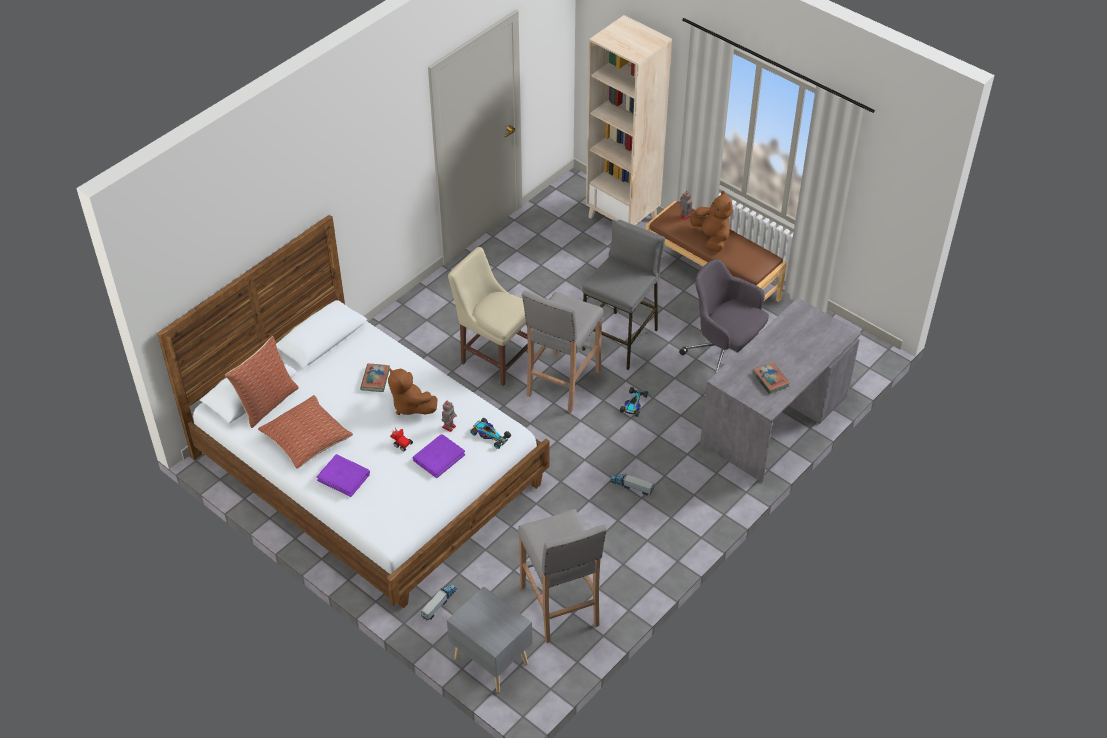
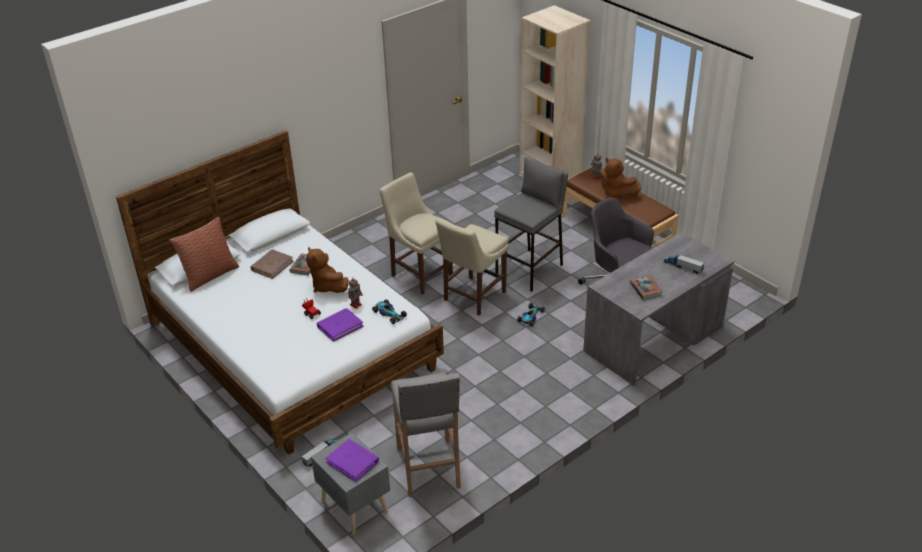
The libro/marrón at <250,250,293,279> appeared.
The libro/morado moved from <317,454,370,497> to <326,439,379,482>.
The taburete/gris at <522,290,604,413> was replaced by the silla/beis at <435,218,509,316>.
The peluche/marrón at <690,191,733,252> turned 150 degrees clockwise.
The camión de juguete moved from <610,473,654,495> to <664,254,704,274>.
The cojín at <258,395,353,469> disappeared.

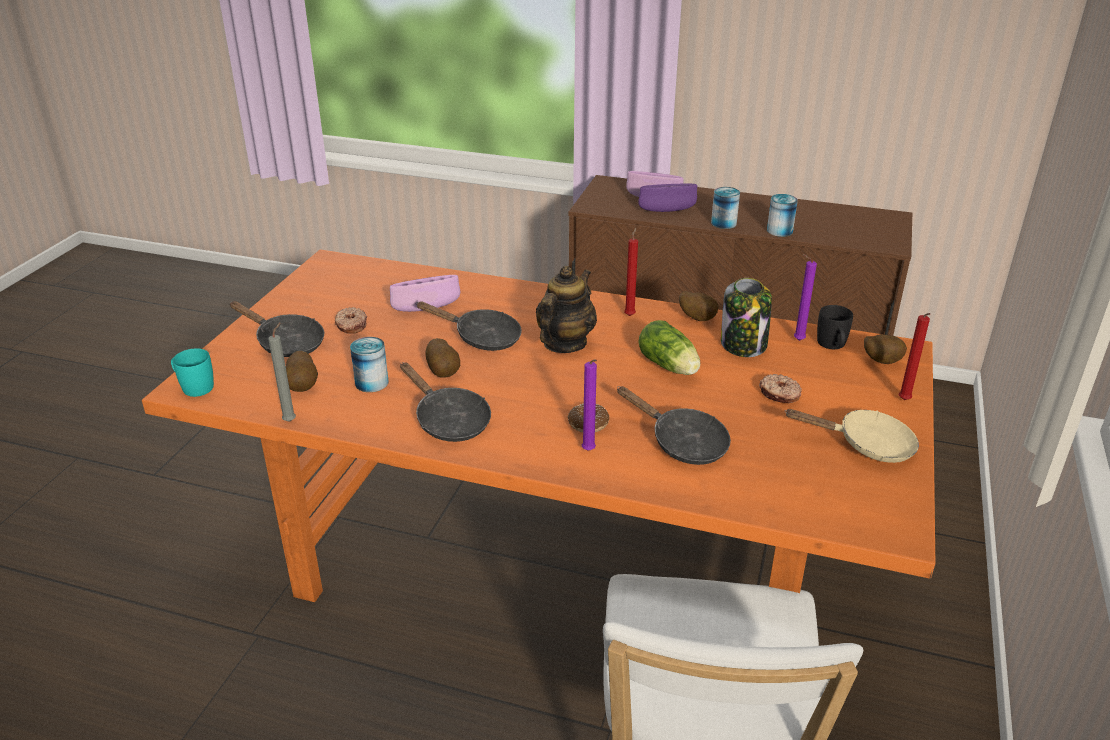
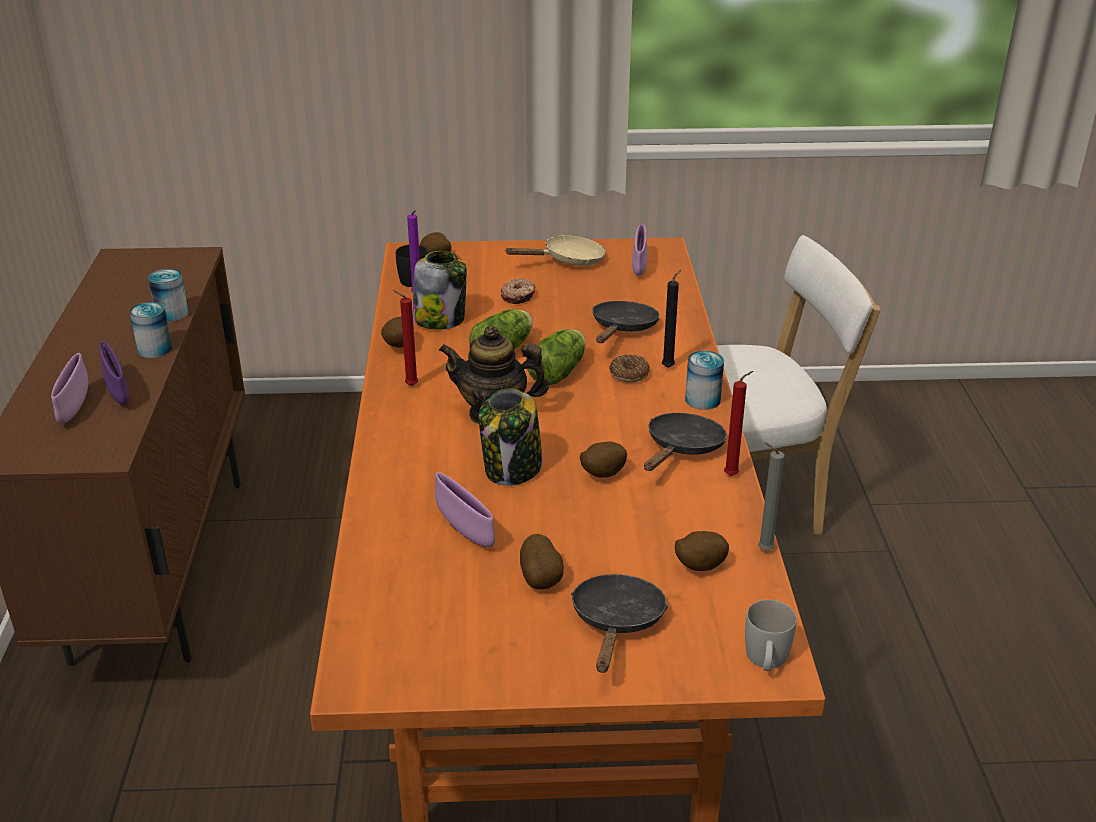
The sartén/negro at <416,301,522,351> was replaced by the tarro at <479,388,543,486>.
The sartén/beis at <785,409,919,463> turned 75 degrees clockwise.
The rosquilla at <335,307,367,334> was replaced by the patata at <520,534,564,589>.
The lechuga at <526,329,586,385> appeared.
The cuenco/morado at <632,224,648,276> appeared.
The vela/morado at <582,359,597,451> became the vela/negro at <662,270,681,368>.
The lata moved from <350,337,389,392> to <685,351,724,410>.
The vela/rojo moved from <899,313,930,400> to <724,371,753,476>.
The taza grande/turquesa at <171,348,214,397> became the taza grande/blanco at <745,600,797,671>.

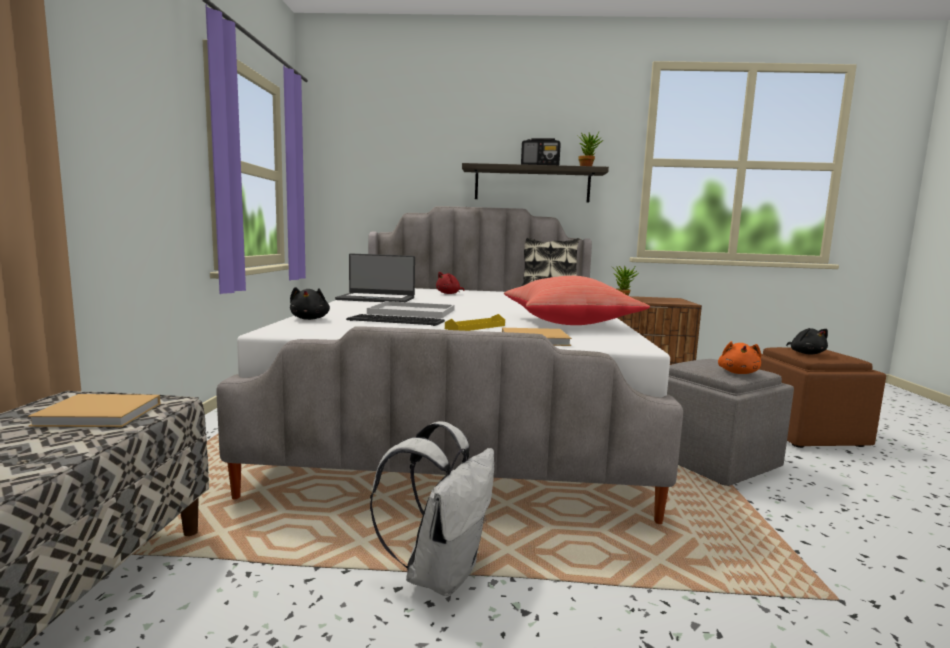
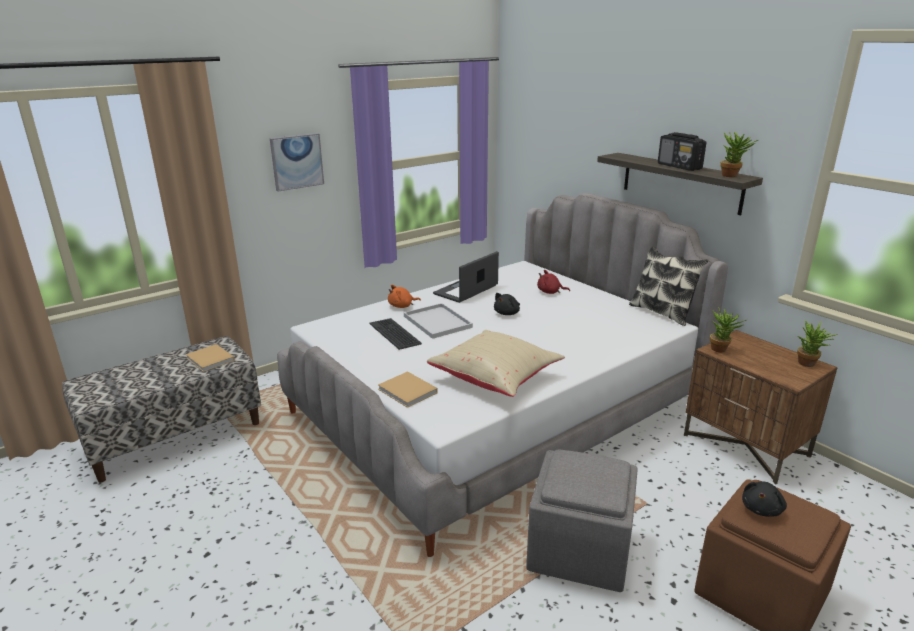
The cuadro at <270,133,324,191> appeared.
The peluche/naranja moved from <718,341,761,374> to <388,284,421,308>.
The cojín/rojo at <504,276,650,325> became the cojín/beis at <427,330,565,397>.
The portátil at <335,253,415,302> turned 75 degrees clockwise.
The peluche/negro moved from <290,287,330,320> to <494,293,520,315>.
The planta en maceta at <797,320,837,367> appeared.
The mochila/blanco at <370,421,494,596> disappeared.
The bandeja/amarillo at <445,314,505,331> disappeared.

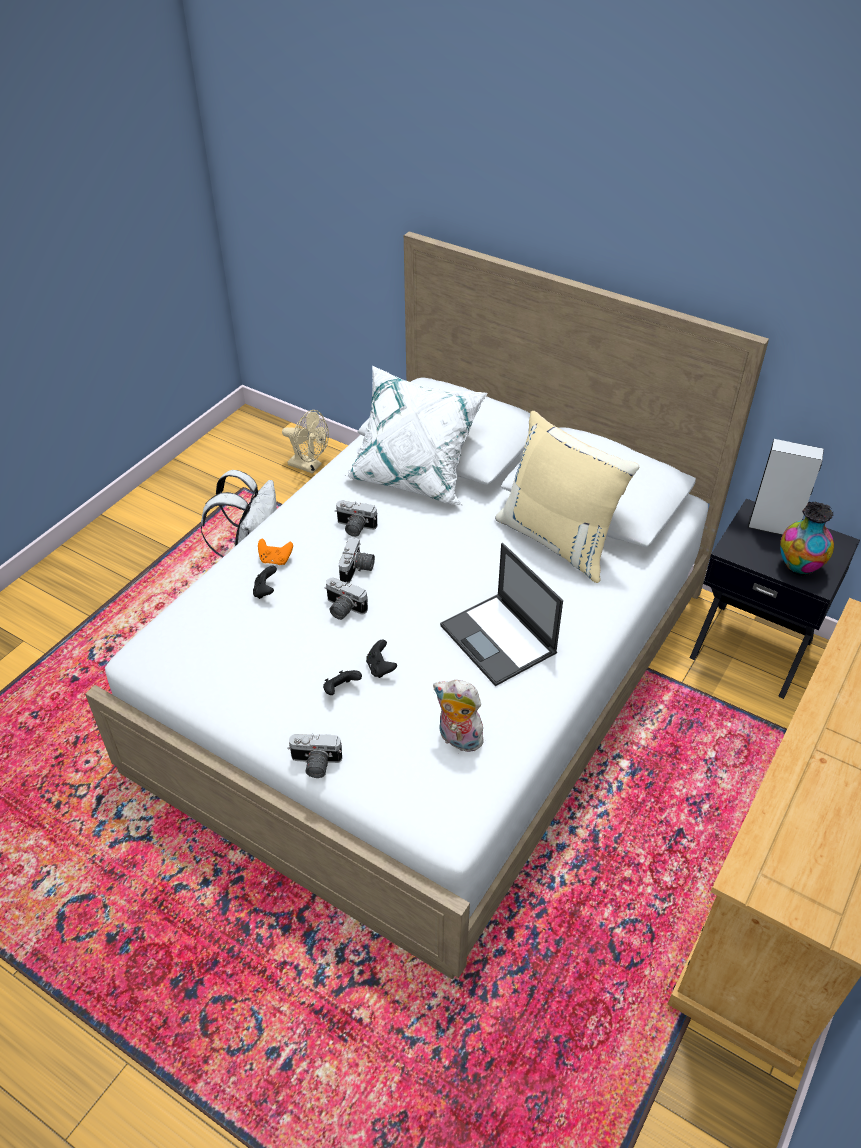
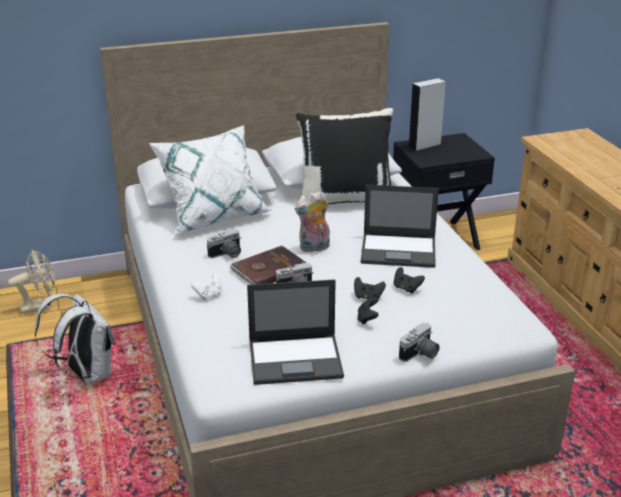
The mando de consola/naranja at <258,538,293,565> became the mando de consola/blanco at <191,273,222,300>.
The cámara at <339,537,375,583> was replaced by the libro/marrón at <230,246,307,285>.
The portátil at <247,279,344,385> appeared.
The peluche moved from <433,680,484,752> to <295,191,330,252>.
The cojín/beis at <495,411,639,583> became the cojín/negro at <296,108,393,205>.
The mando de consola/negro moved from <253,566,277,599> to <394,267,425,294>.
The florero at <780,502,834,576> disappeared.

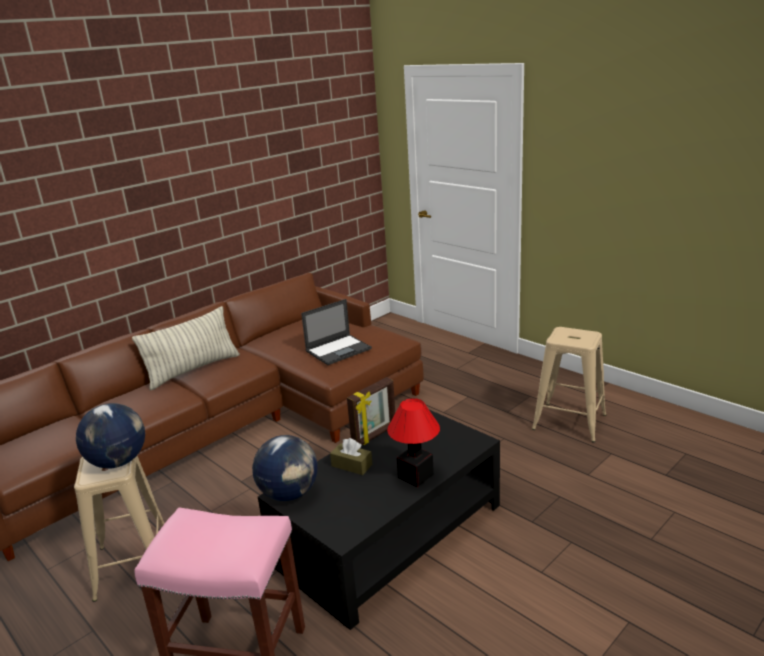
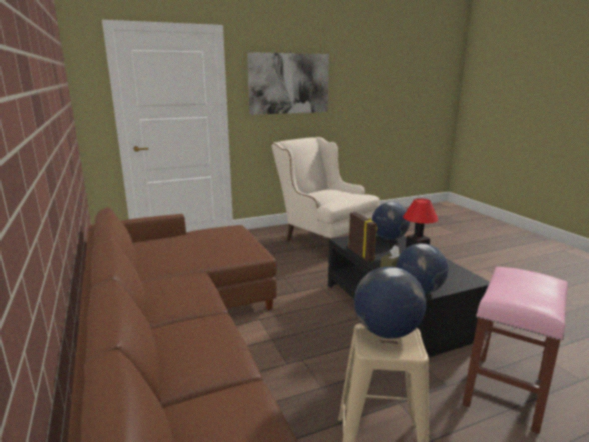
The cuadro at <247,52,329,115> appeared.
The taburete/beis at <532,327,606,442> was replaced by the sillón/beis at <271,137,380,256>.
The globo terráqueo at <372,202,410,240> appeared.
The cojín at <132,306,240,390> disappeared.
The portátil at <301,299,372,365> disappeared.

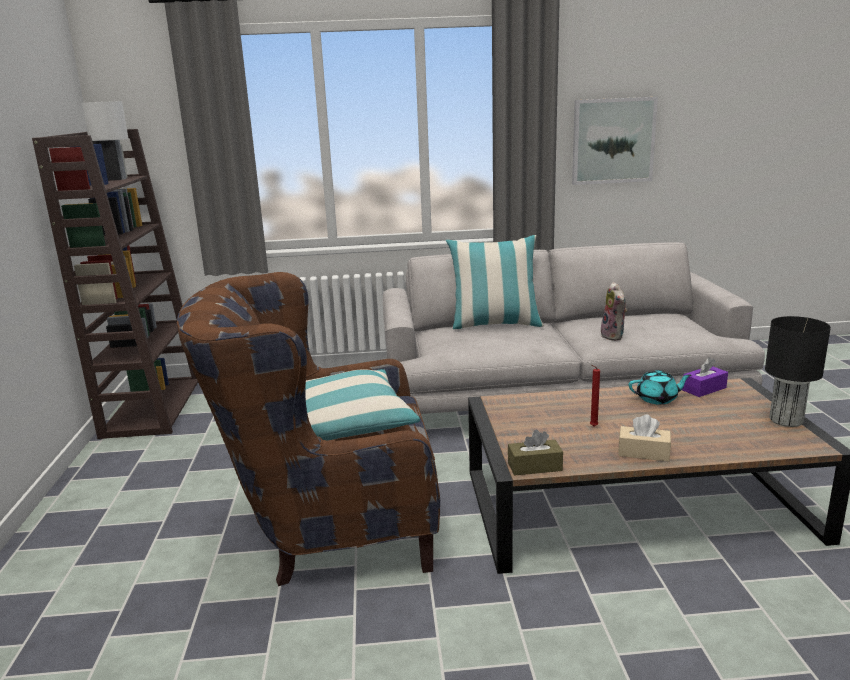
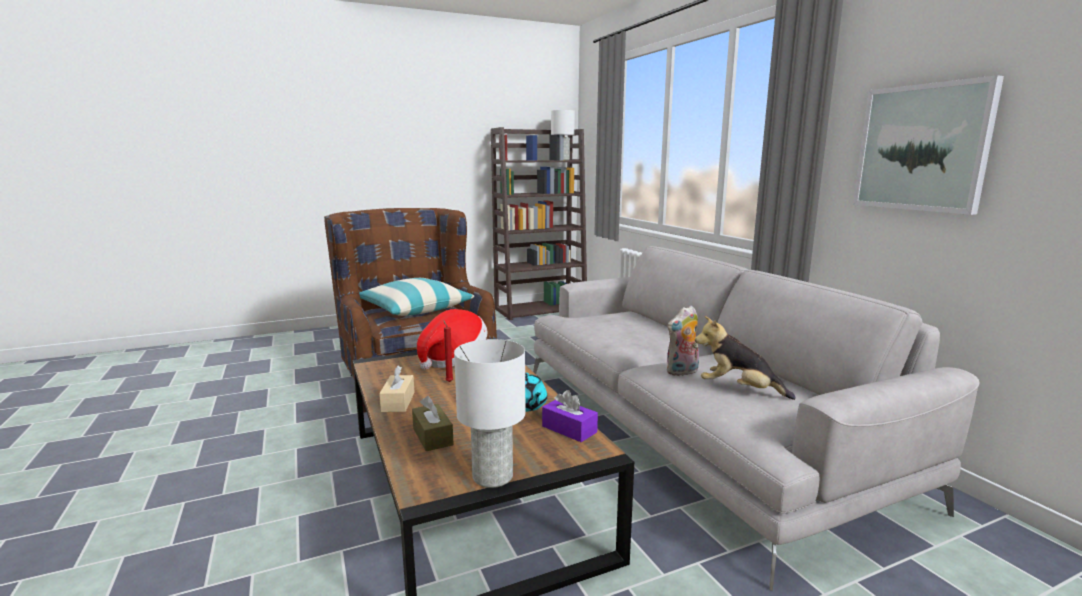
The caja de pañuelos/marrón moved from <508,430,563,476> to <412,396,454,451>.
The sombrero at <417,309,488,370> appeared.
The lámpara de mesa/negro at <765,316,831,427> became the lámpara de mesa/blanco at <454,339,525,488>.
The peluche at <695,316,796,400> appeared.
The cojín at <446,235,544,329> disappeared.

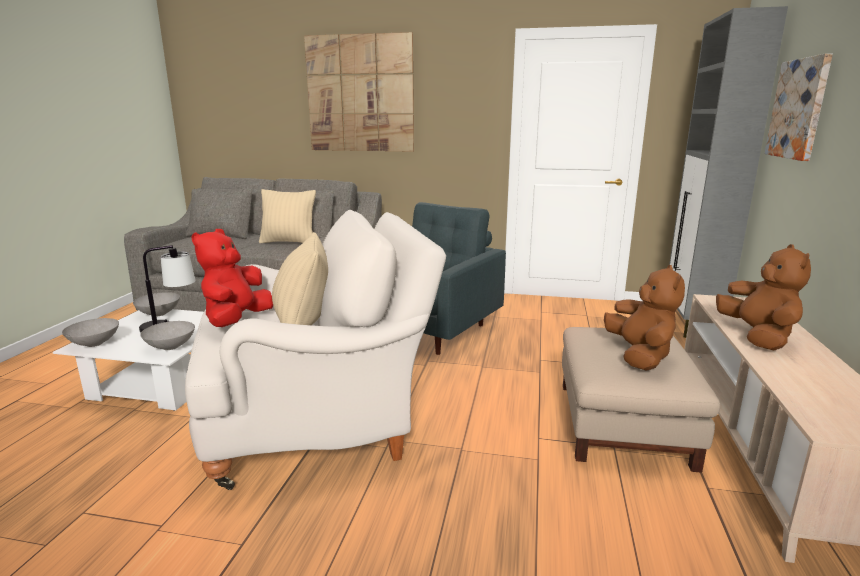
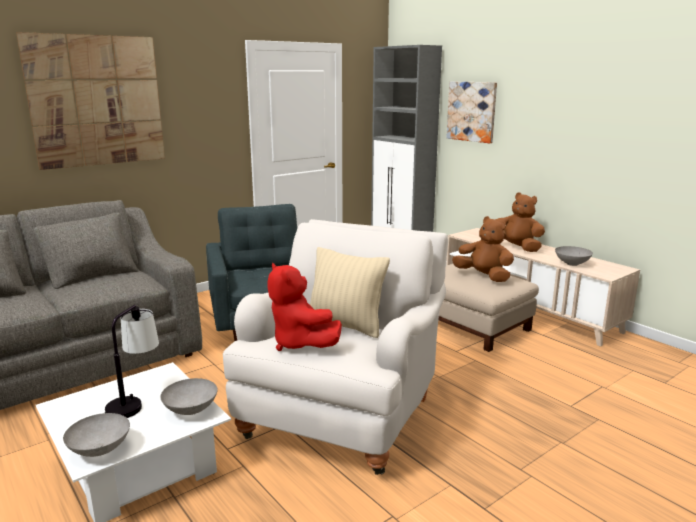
The cuenco/gris moved from <133,292,180,317> to <555,246,593,266>.
The cojín/beis at <259,189,316,243> disappeared.

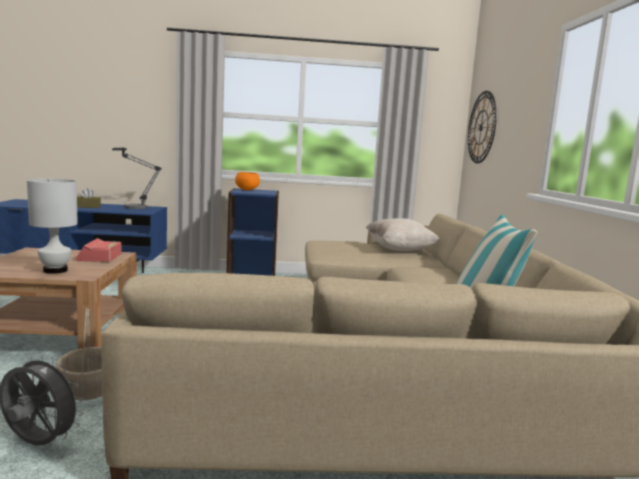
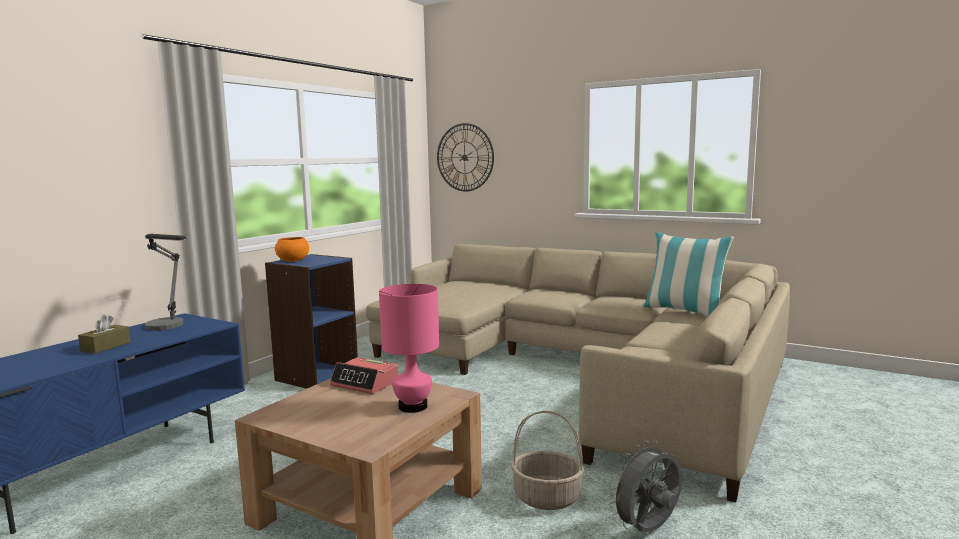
The lámpara de mesa/blanco at <27,179,78,274> became the lámpara de mesa/rosa at <379,284,439,413>.
The cojín/beis at <366,218,440,251> disappeared.

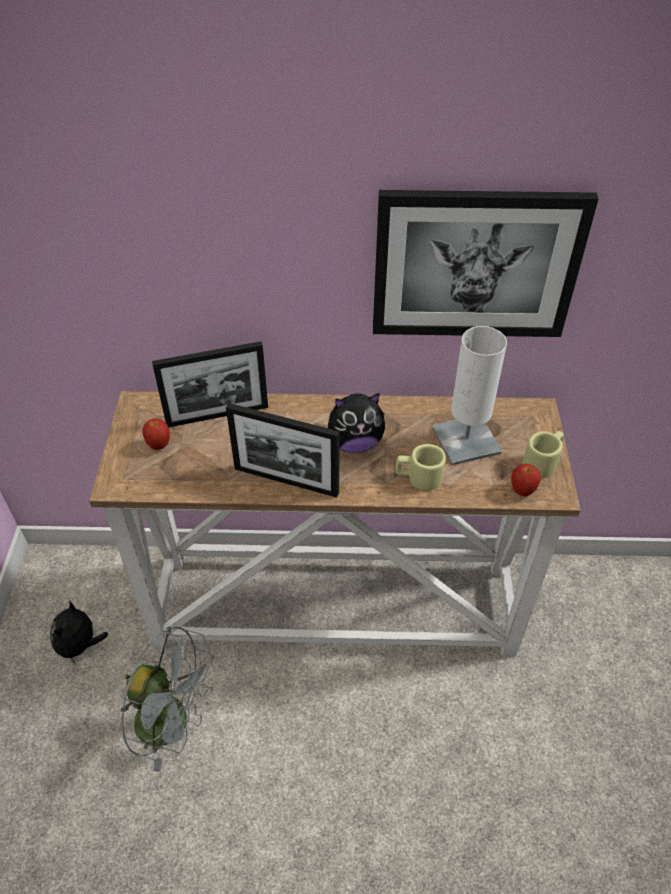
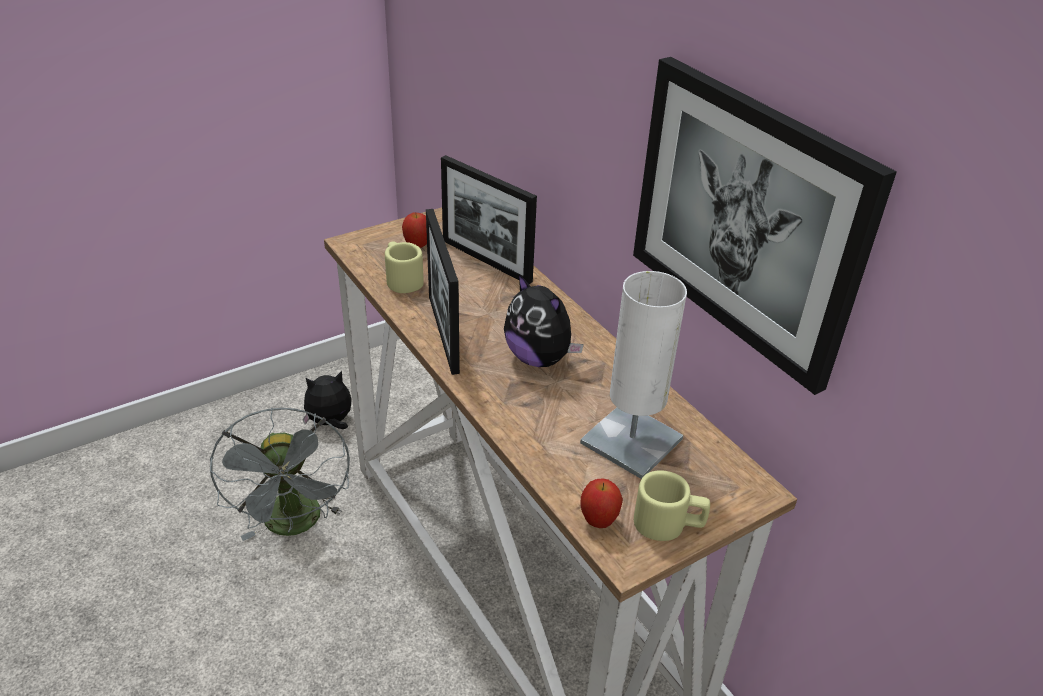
The taza grande/beis moved from <396,444,446,490> to <385,241,424,293>.

